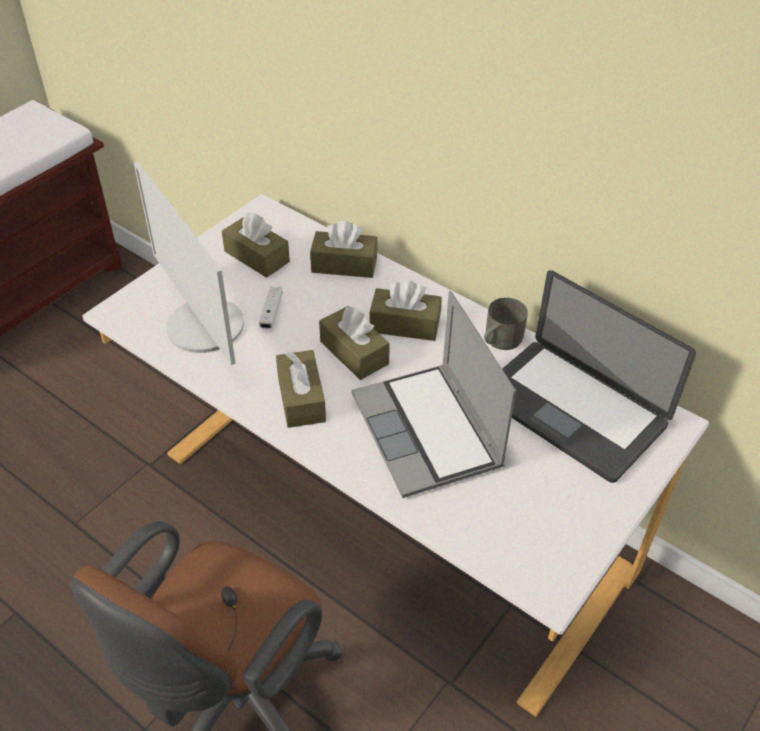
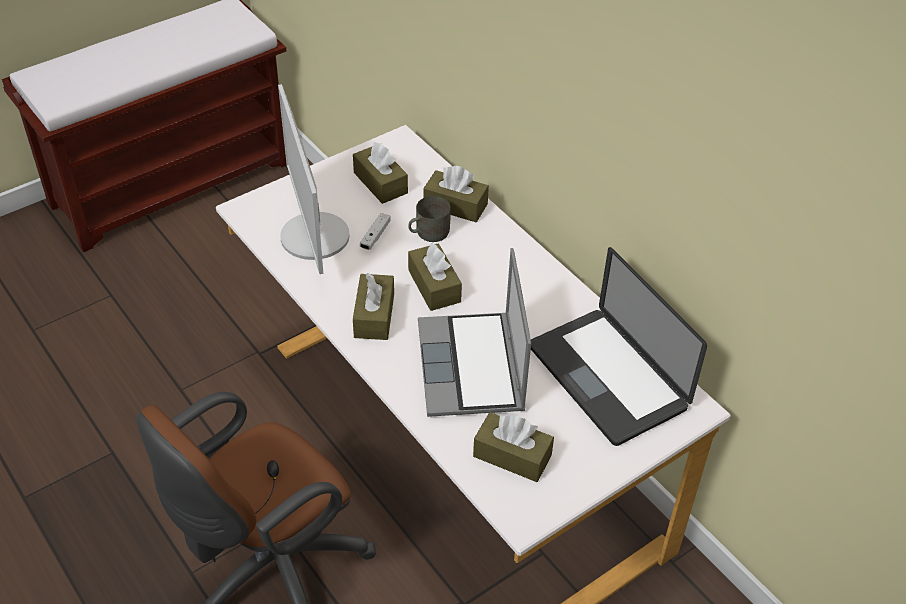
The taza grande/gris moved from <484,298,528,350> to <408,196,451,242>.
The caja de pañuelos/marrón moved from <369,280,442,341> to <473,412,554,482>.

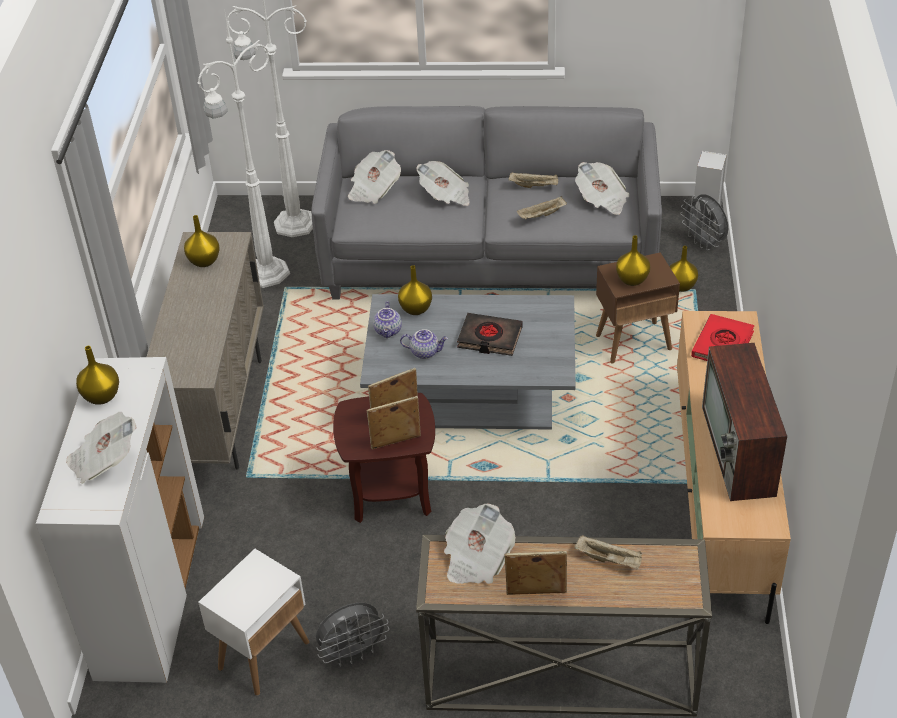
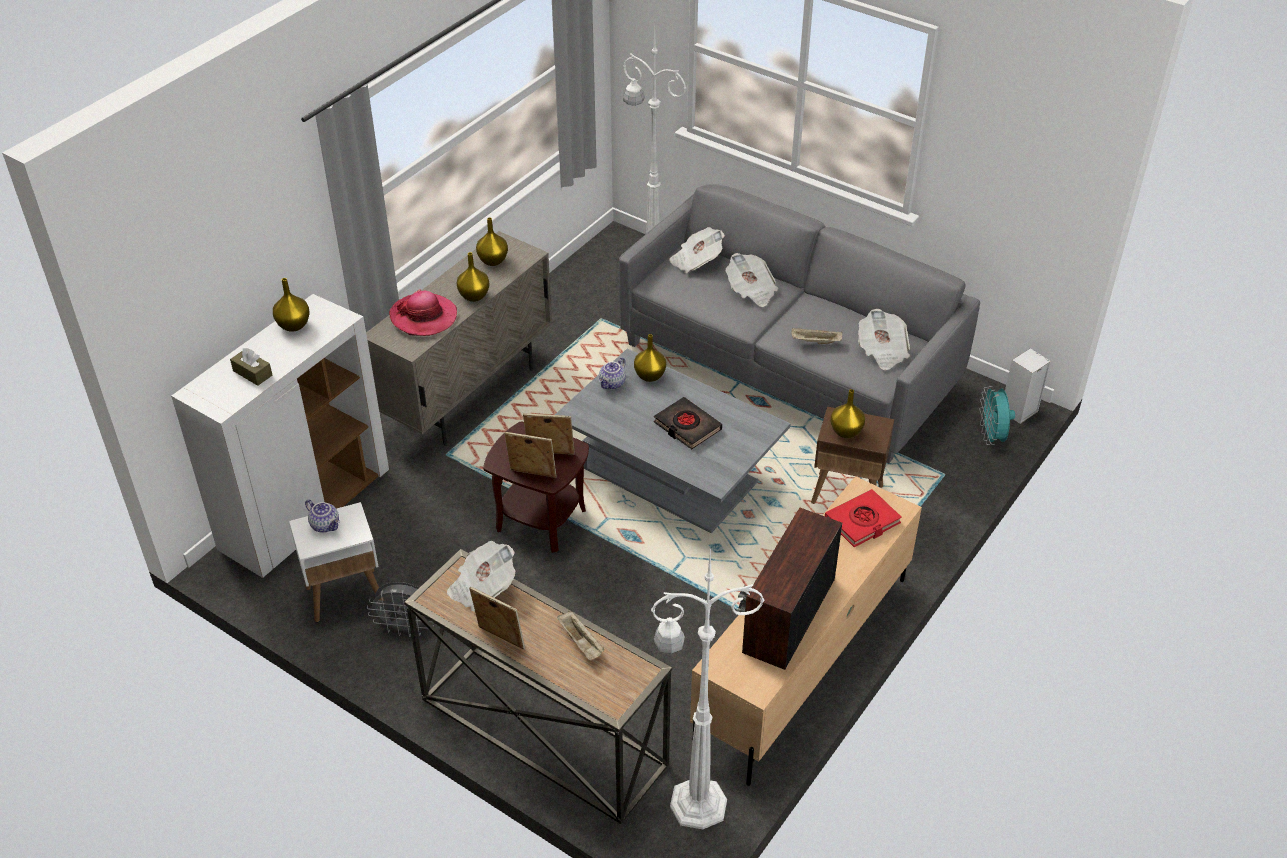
The periódico at <66,412,136,484> was replaced by the caja de pañuelos/marrón at <230,348,272,386>.
The tetera moved from <400,329,448,359> to <305,500,340,533>.
The sombrero at <389,289,457,336> appeared.
The florero/amarillo moved from <669,246,698,292> to <457,252,490,302>.
The lámpara de pie/blanco moved from <198,9,290,288> to <651,547,764,829>.
The ventilador/gris at <680,194,728,250> became the ventilador/turquesa at <979,386,1015,445>.
The bandeja/beis at <508,172,558,188> disappeared.

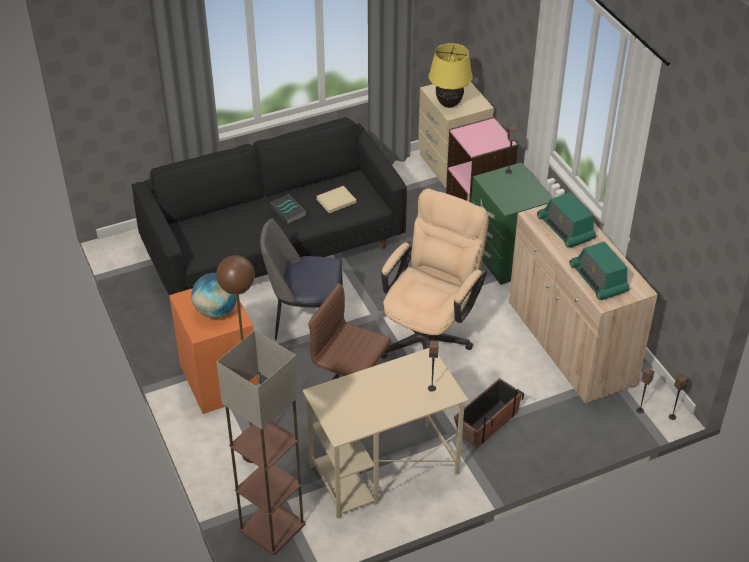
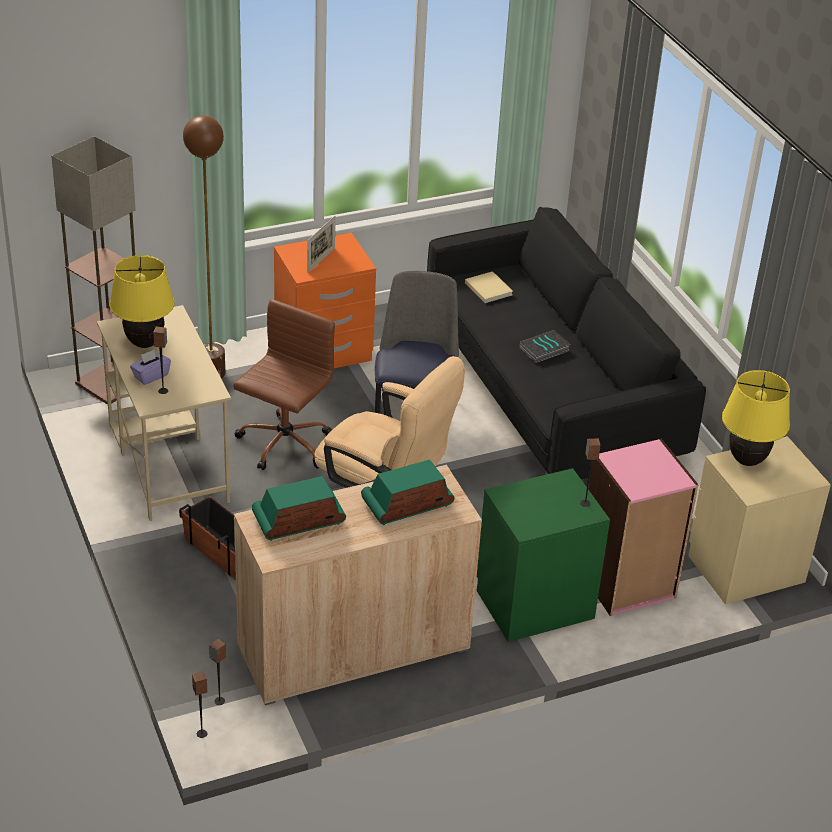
The lámpara de mesa/amarillo at <110,255,174,348> appeared.
The caja de pañuelos/morado at <130,349,171,385> appeared.
The globo terráqueo at <191,273,237,318> was replaced by the portarretratos at <307,216,336,273>.
The libro/beis moved from <316,186,357,213> to <465,271,513,303>.

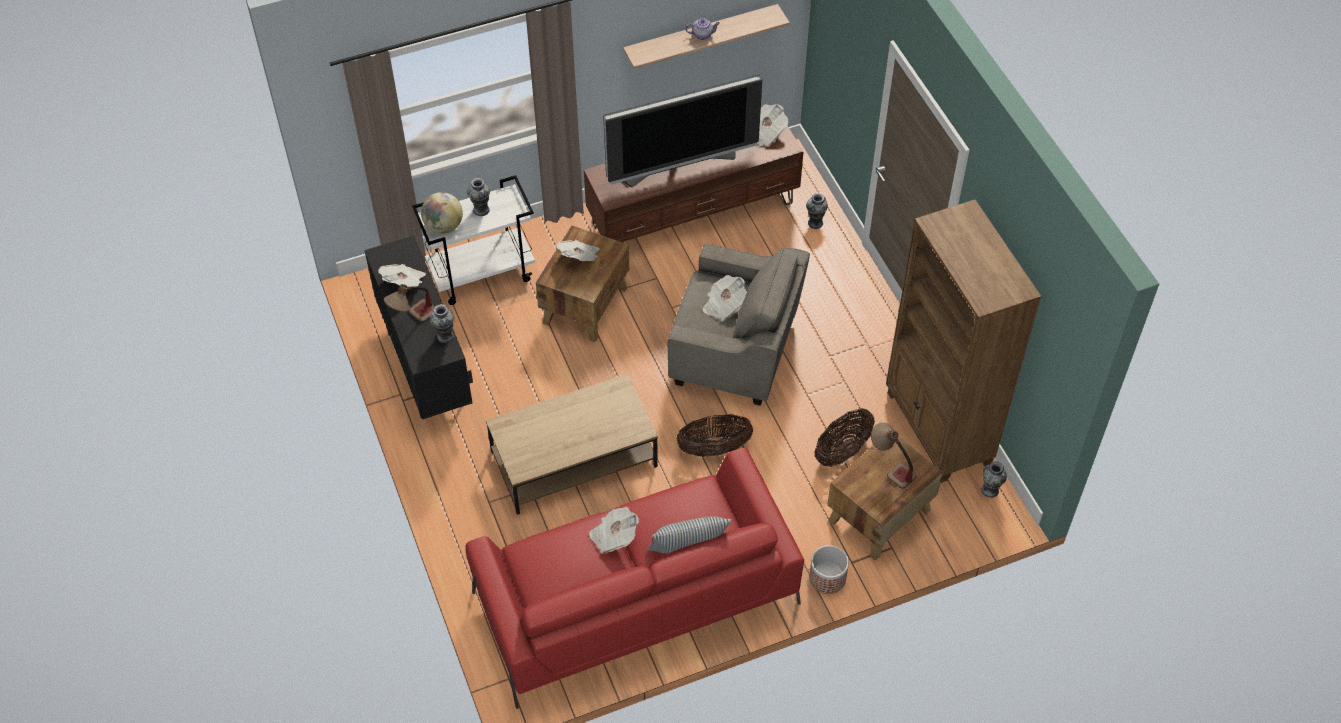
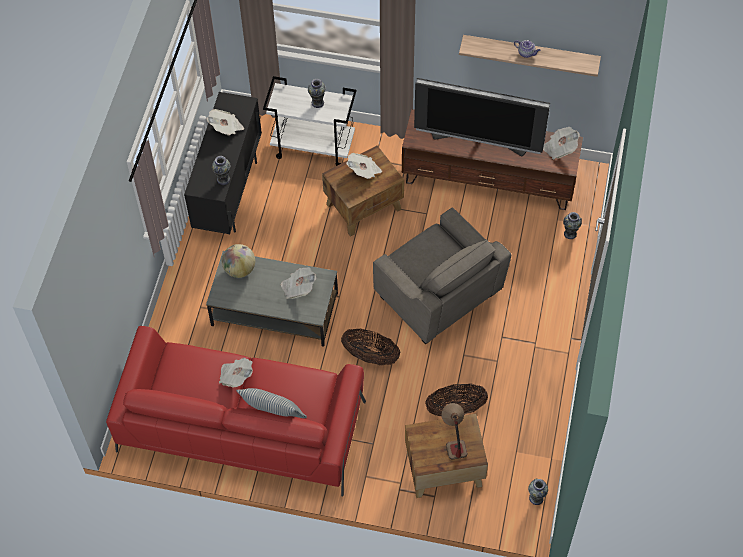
The mesa de centro/marrón at <486,374,658,515> became the mesa de centro/gris at <206,251,338,347>.
The globo terráqueo moved from <421,192,463,234> to <222,244,255,278>.
The periódico moved from <703,275,747,321> to <281,267,316,299>.
The lámpara de mesa at <384,284,435,322> disappeared.
The maceta at <809,545,849,594> disappeared.
The estantería/marrón at <886,200,1041,483> disappeared.

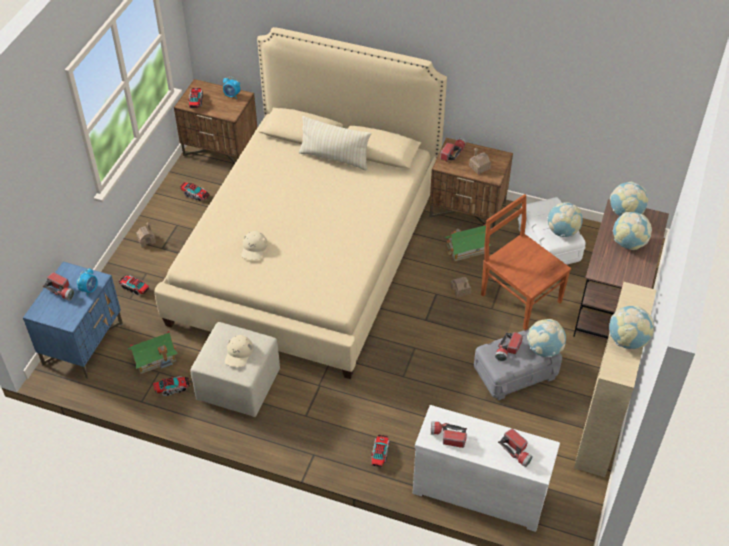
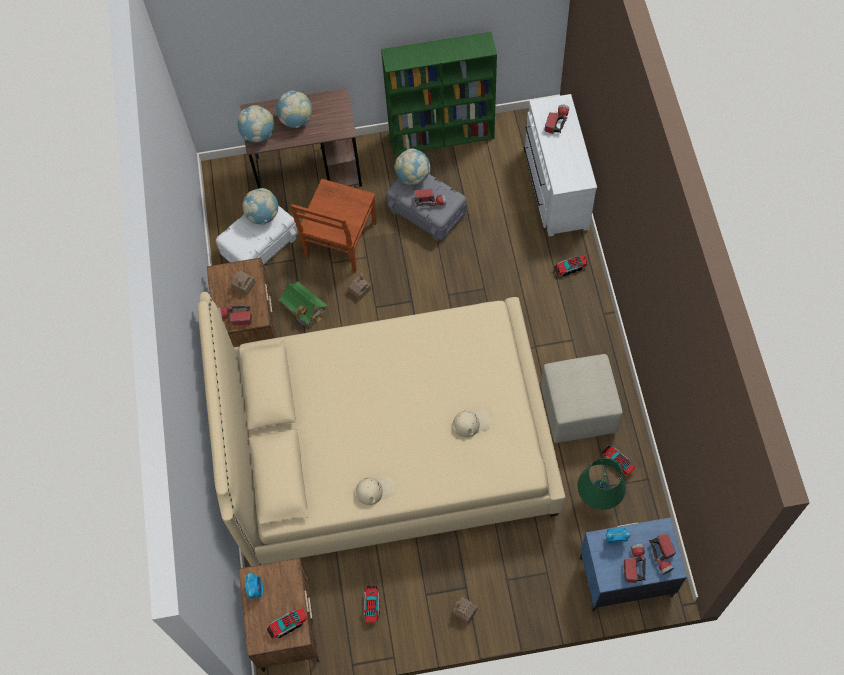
The gorra/beis moved from <225,335,253,367> to <355,477,394,505>.
The estantería/beis at <574,282,656,477> became the estantería/verde at <381,32,497,155>.
The casita at <127,331,178,374> was replaced by the lámpara de mesa/verde at <578,458,626,510>.
The linterna moved from <431,421,467,448> to <649,533,676,575>.
The camión de juguete at <118,275,149,295> disappeared.
The cojín/beis at <299,116,371,171> disappeared.
The globo terráqueo at <609,306,654,349> disappeared.

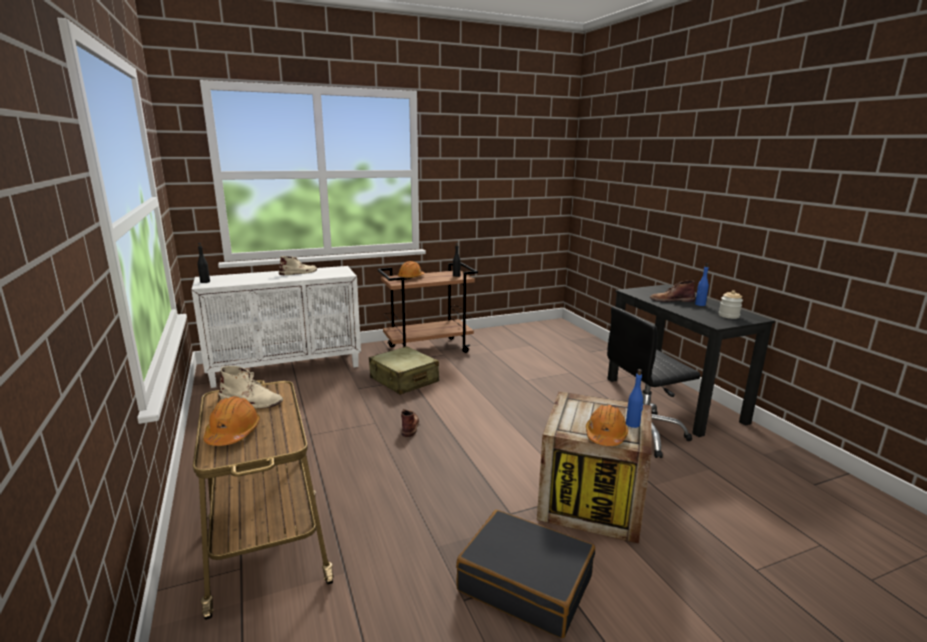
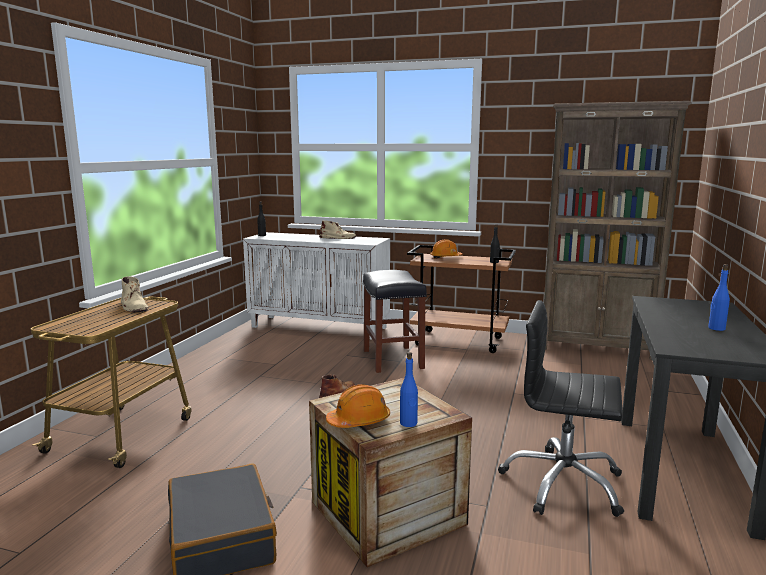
The maleta/beis at <369,346,439,395> was replaced by the taburete/negro at <363,270,427,373>.
The estantería/marrón at <544,101,691,360> appeared.
The casco/naranja at <203,396,260,446> disappeared.
The bota/marrón at <650,280,695,302> disappeared.
The tarro at <719,290,743,319> disappeared.

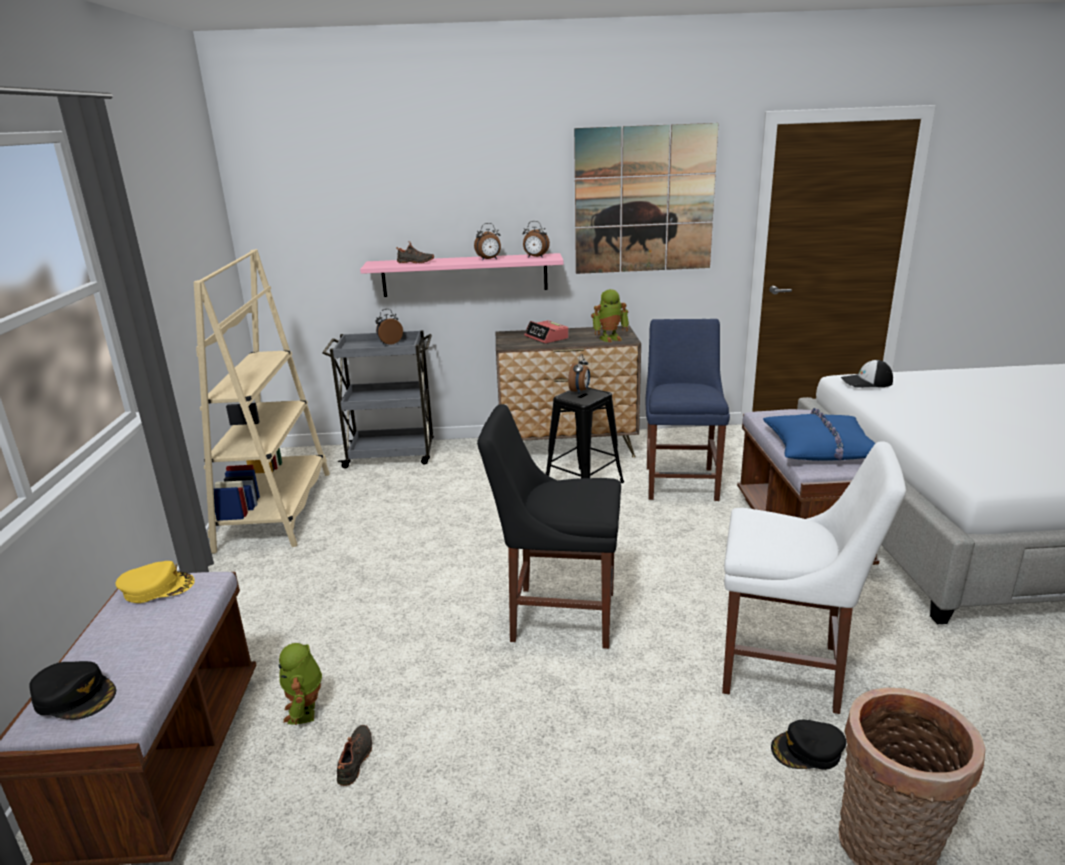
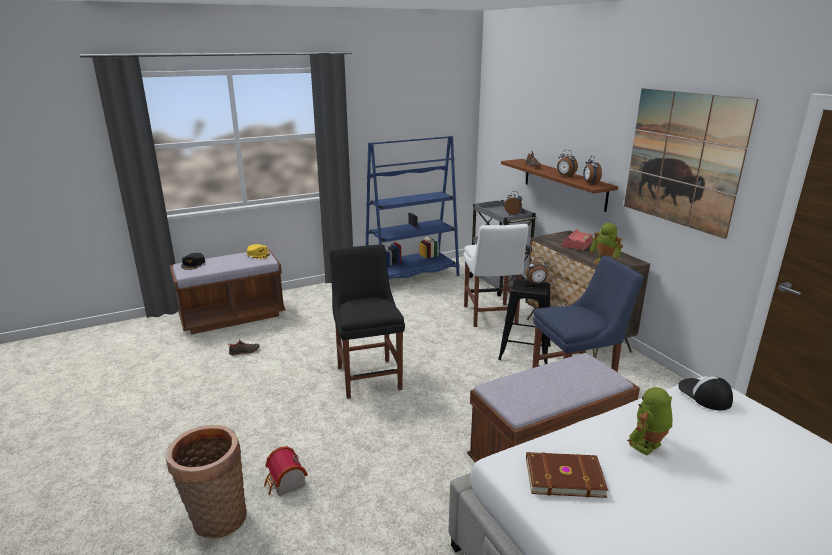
The gorra/negro at <771,720,847,770> was replaced by the casita at <264,446,308,496>.
The estantería/beis at <194,249,330,554> became the estantería/azul at <366,136,460,280>.
The silla/blanco moved from <722,441,906,714> to <464,224,529,327>.
The estante/rosa at <360,253,564,297> became the estante/marrón at <501,159,618,212>.
The libro/marrón at <526,452,608,498> appeared.
The robot de juguete moved from <278,643,322,725> to <627,387,673,456>.
The cojín/azul at <763,408,876,461> disappeared.

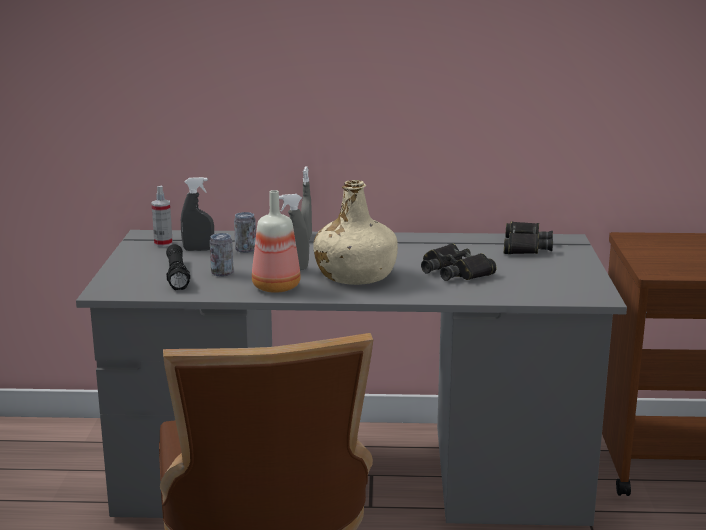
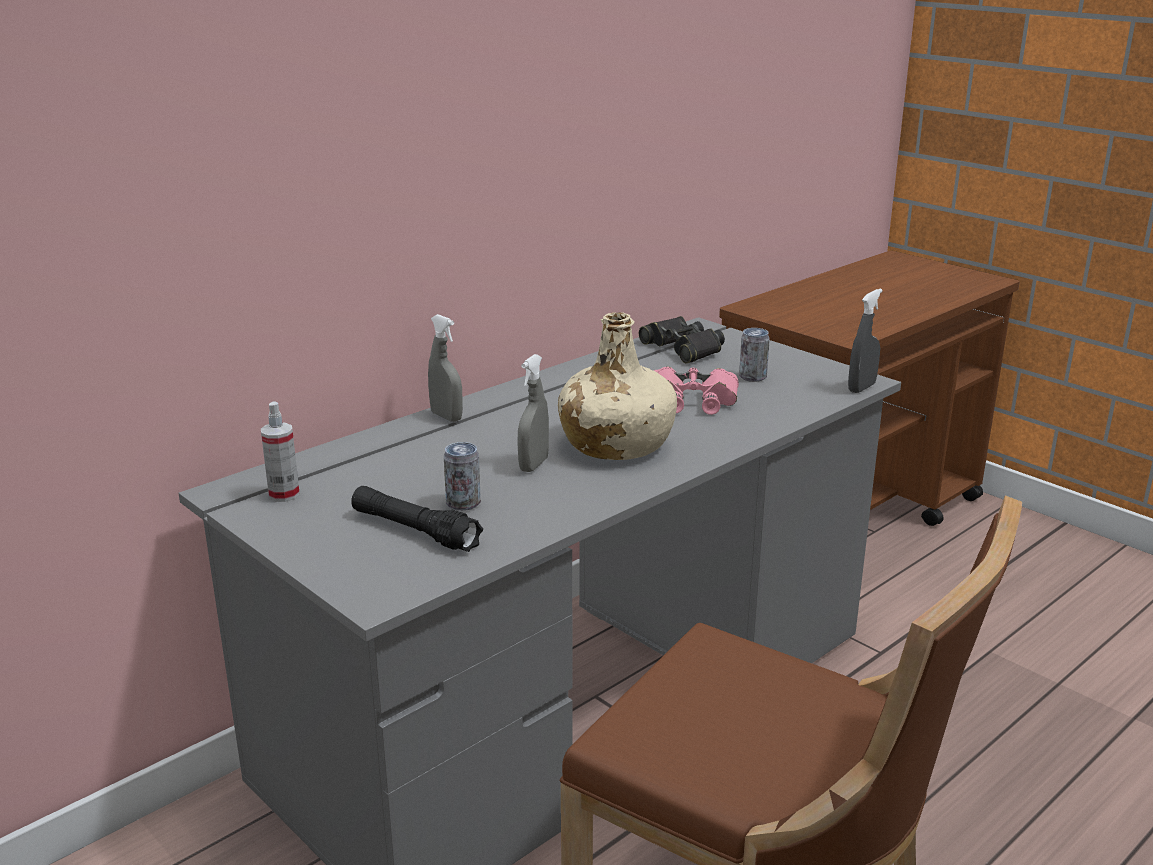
The prismáticos/negro at <421,243,497,281> became the prismáticos/rosa at <654,366,739,415>.
The lata moved from <234,212,256,253> to <739,328,770,382>.
The pulverizador/gris moved from <181,177,214,251> to <848,289,882,393>.
The botella at <252,190,301,293> disappeared.

